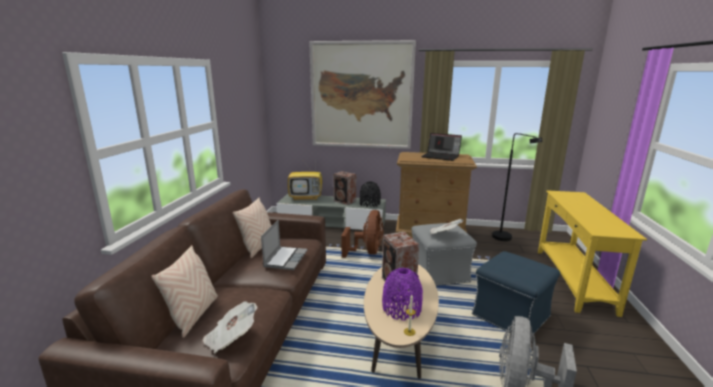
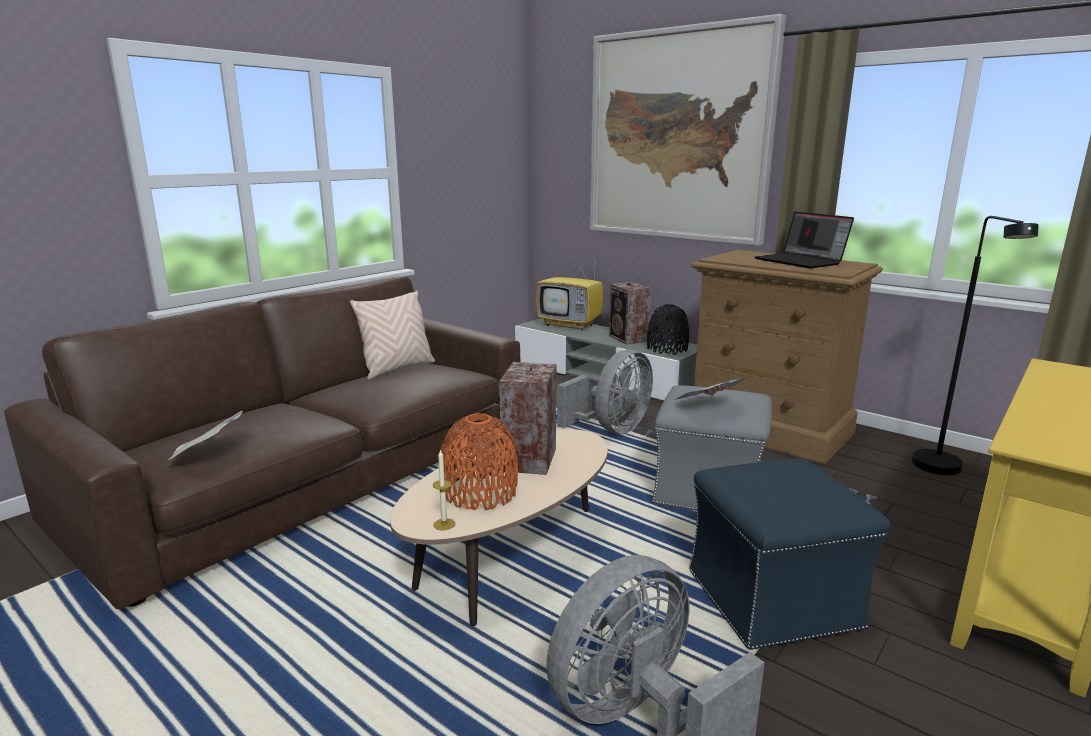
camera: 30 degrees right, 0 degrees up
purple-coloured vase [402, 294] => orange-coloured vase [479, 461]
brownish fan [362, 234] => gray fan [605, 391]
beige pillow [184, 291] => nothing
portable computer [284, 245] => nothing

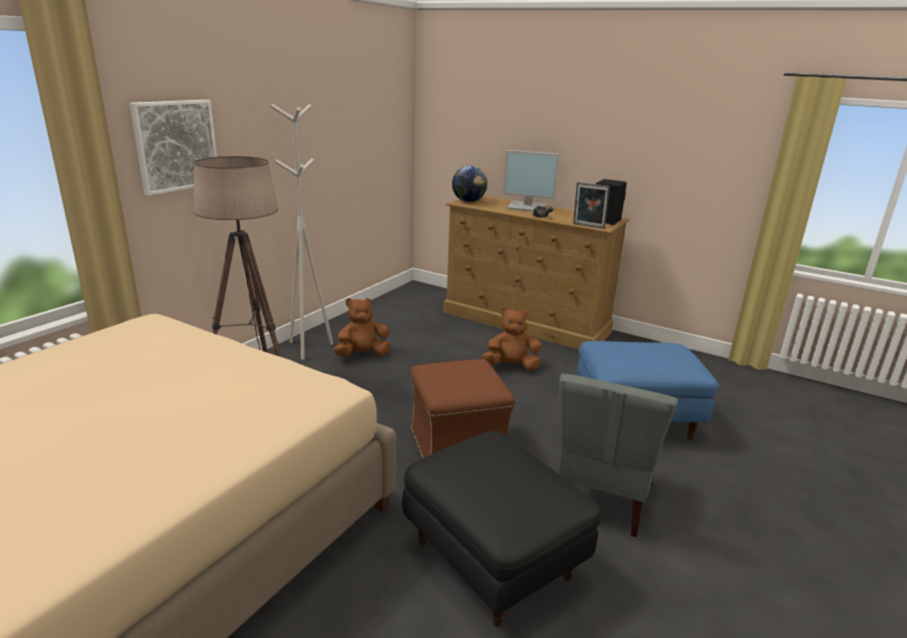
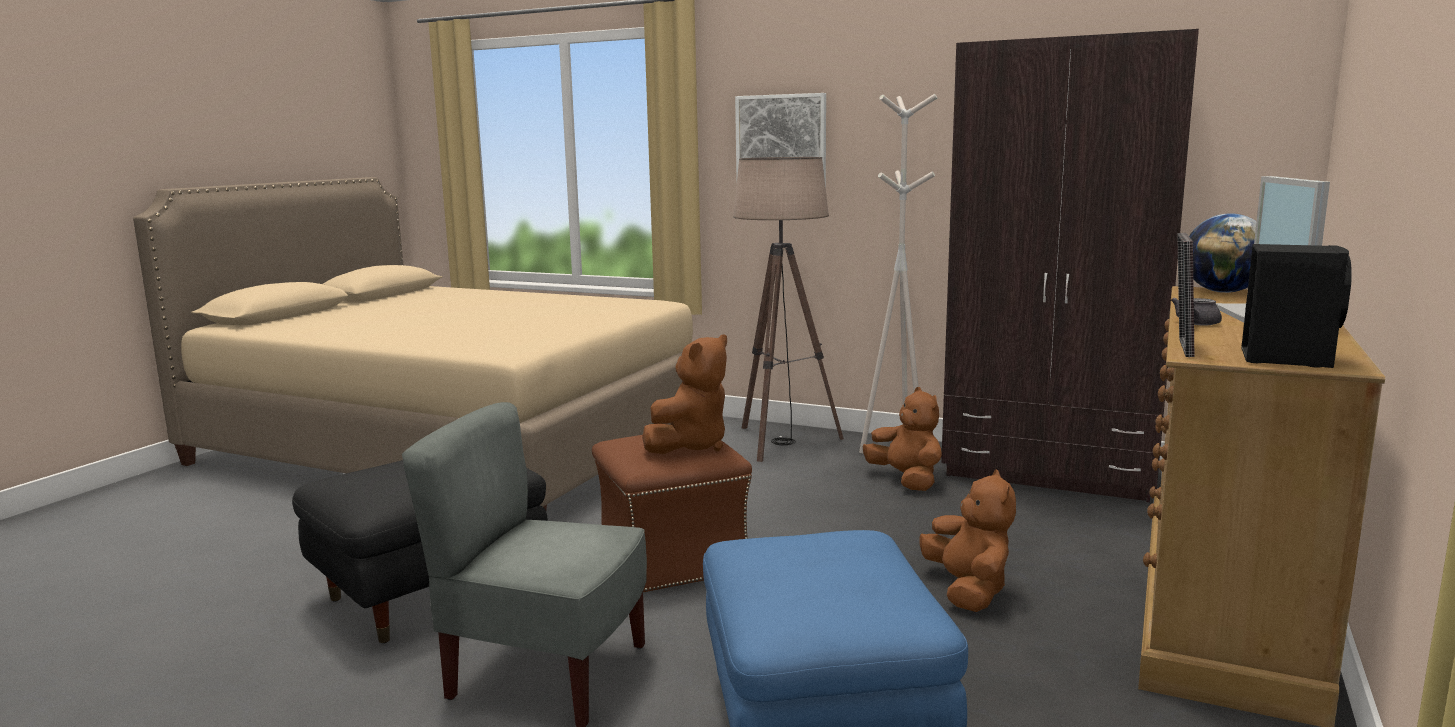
camera: 85 degrees right, 10 degrees down
nothing => brownish cuddly toy [684, 394]
nothing => brownish clothes cupboard [1070, 265]

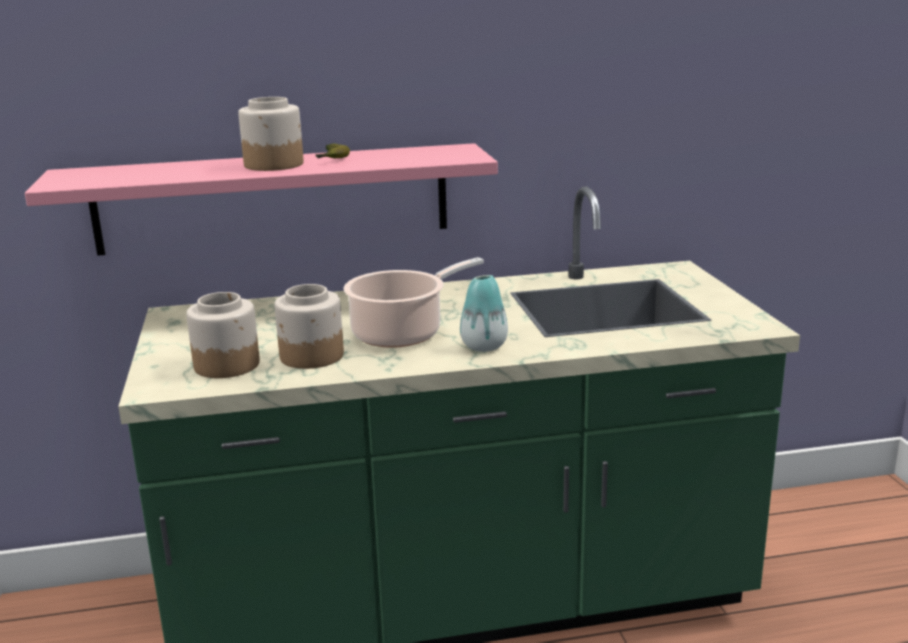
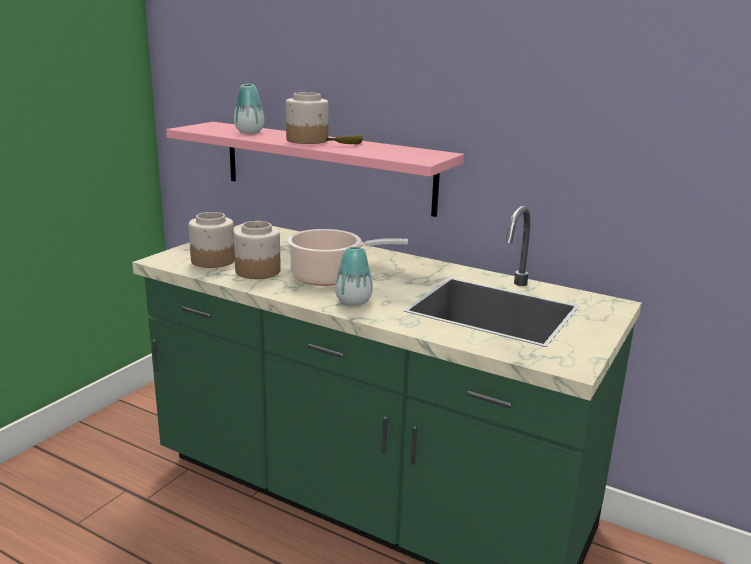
camera: 40 degrees right, 0 degrees up
nothing => vase [249, 108]

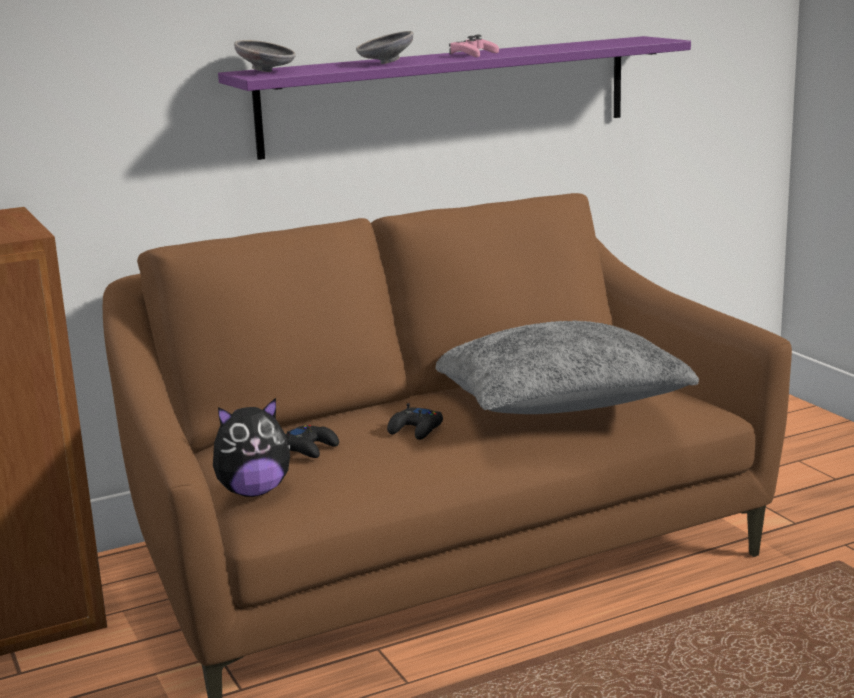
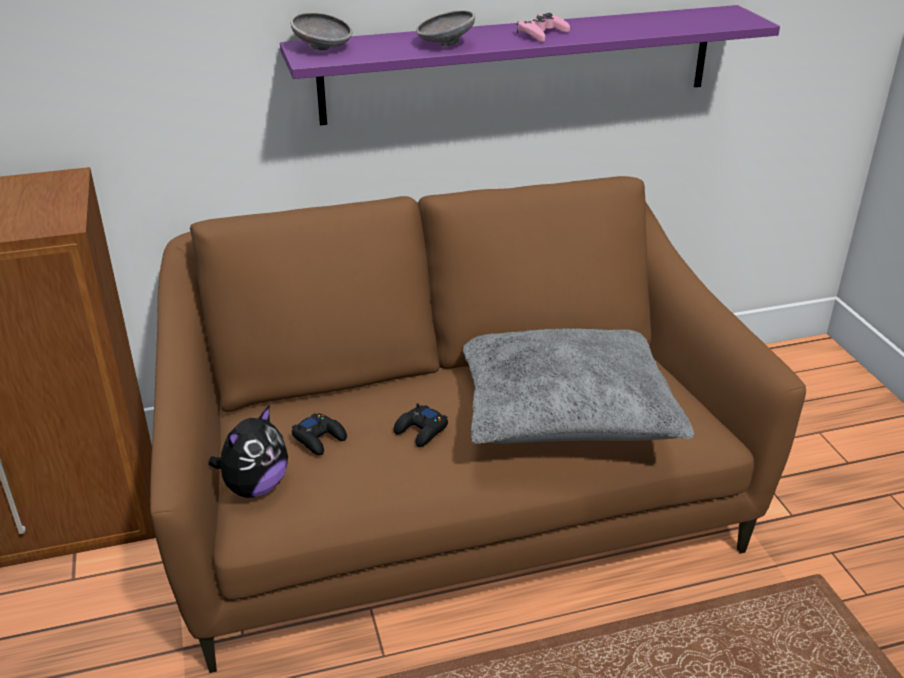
camera: 10 degrees right, 15 degrees up
cuddly toy [251, 447] => cuddly toy [248, 452], 45 degrees counterclockwise

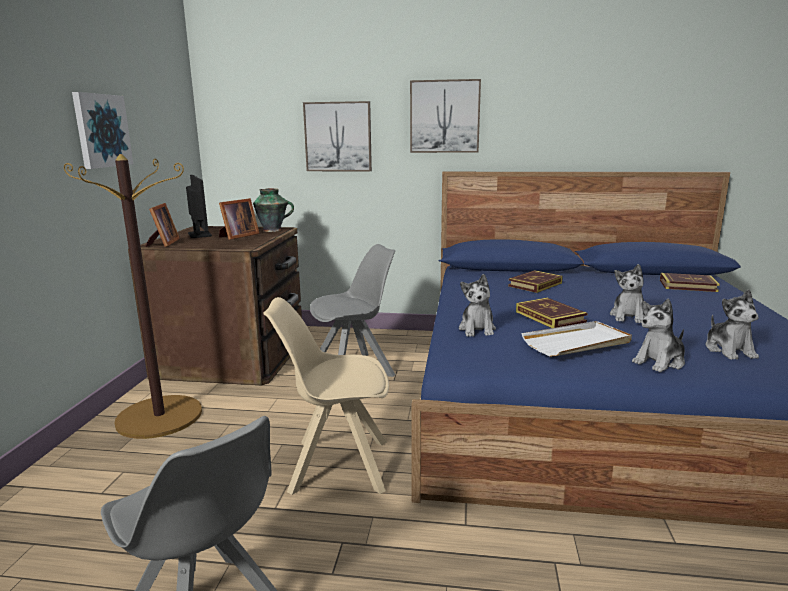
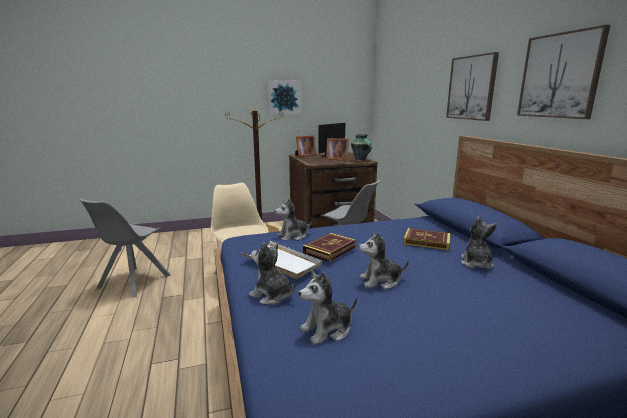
camera: 65 degrees right, 0 degrees up
nothing => cuddly toy [479, 242]
wall picture [337, 136] => wall picture [563, 72], moved
book [690, 282] => nothing

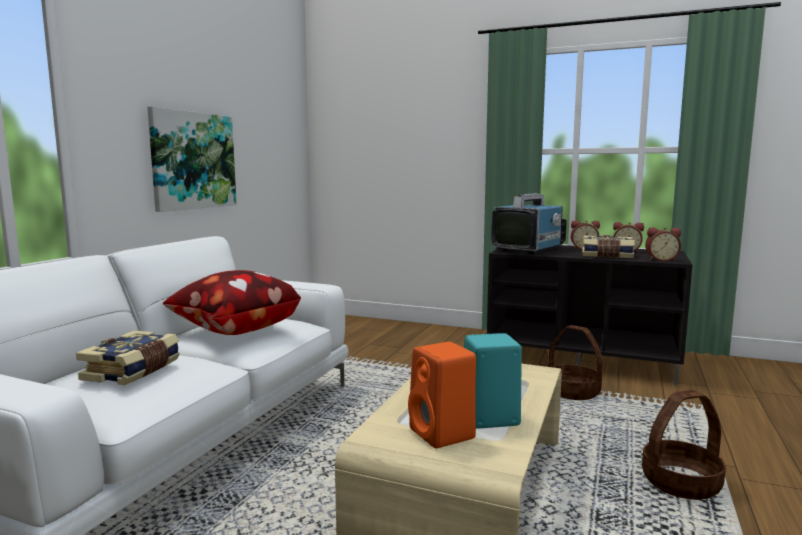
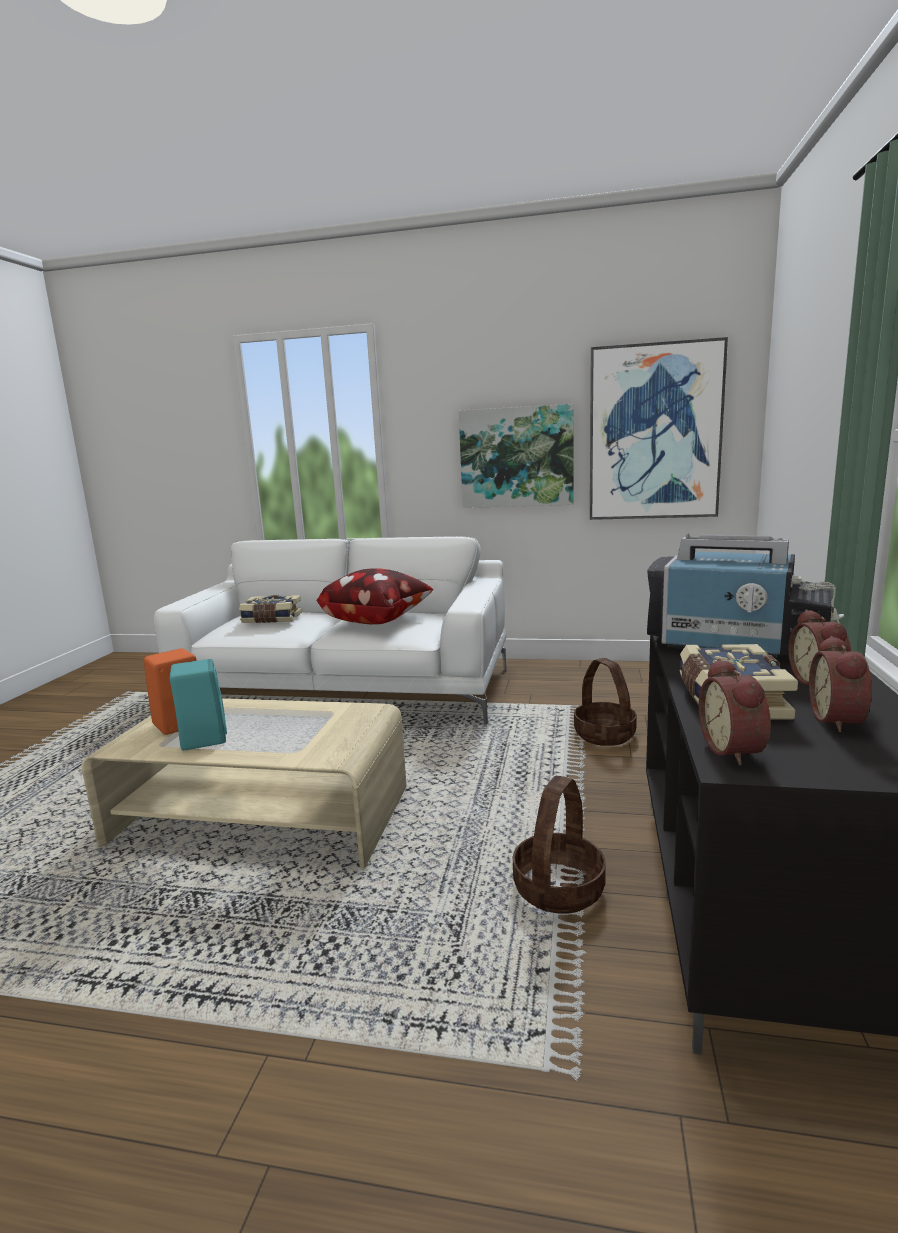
camera: 80 degrees right, 5 degrees up
basket [684, 445] => basket [605, 702], moved
nothing => wall picture [659, 428]

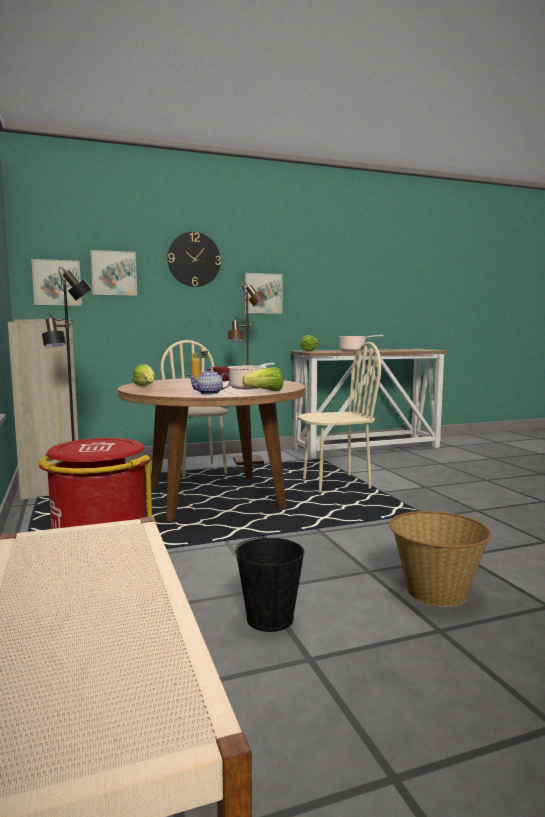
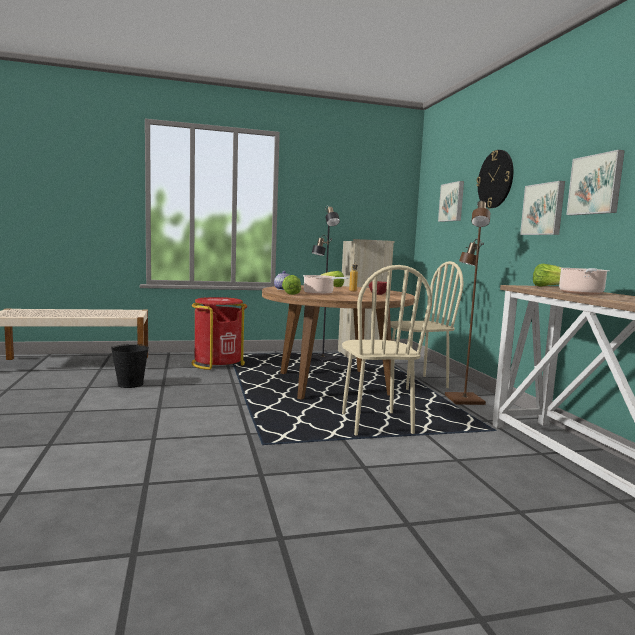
camera: 95 degrees right, 0 degrees up
wall picture [56, 282] => wall picture [595, 182], moved
basket [440, 559] => nothing

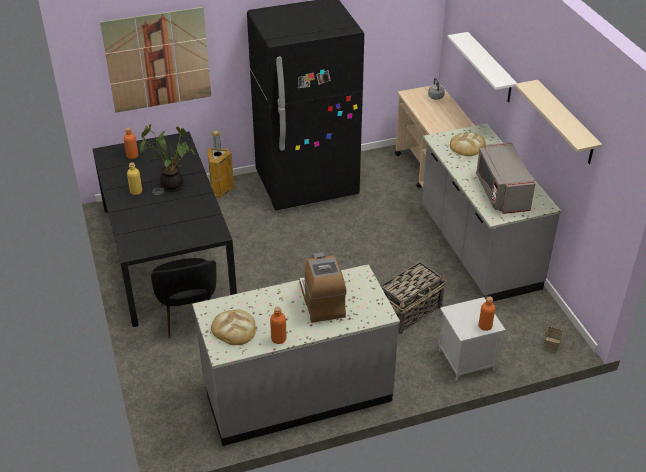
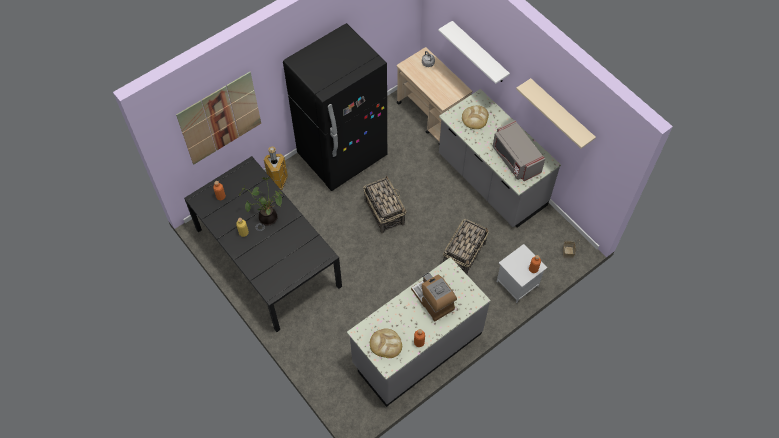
camera: 20 degrees left, 20 degrees up
nothing => basket [385, 204]
black-coloured chair [183, 298] => nothing

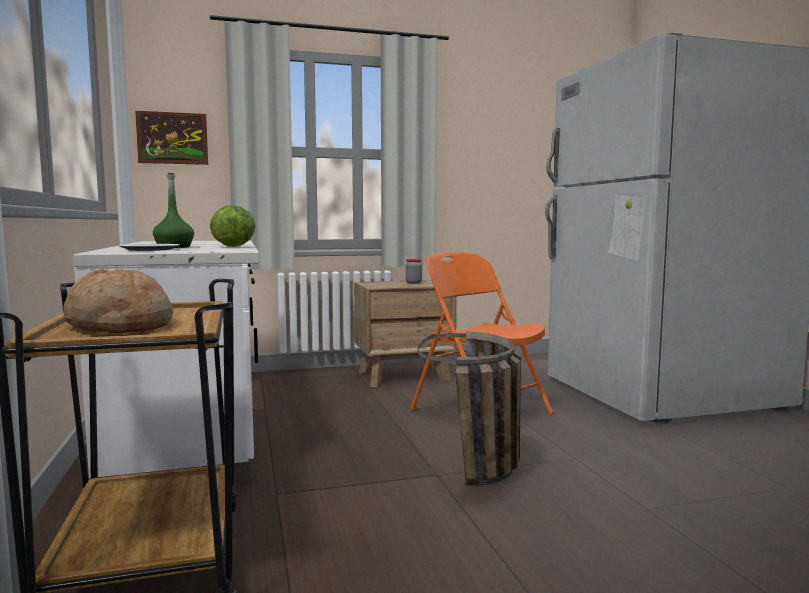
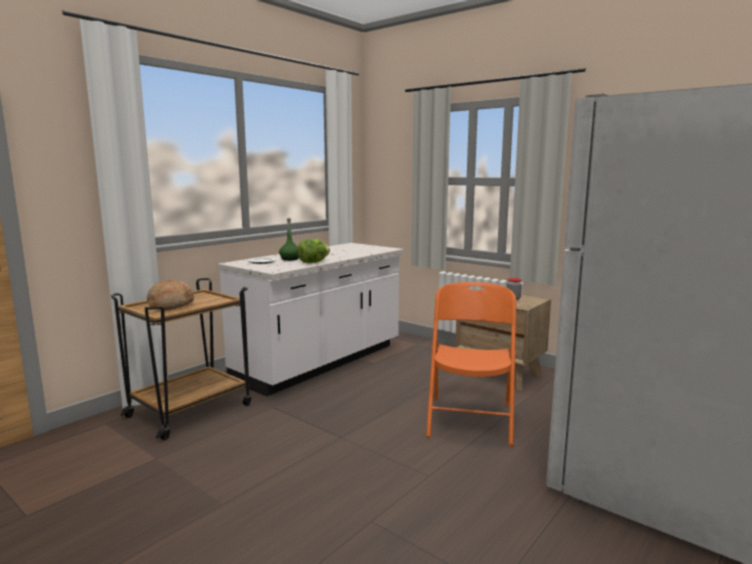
camera: 55 degrees right, 5 degrees up
wall picture [171, 138] => nothing
basket [469, 408] => nothing

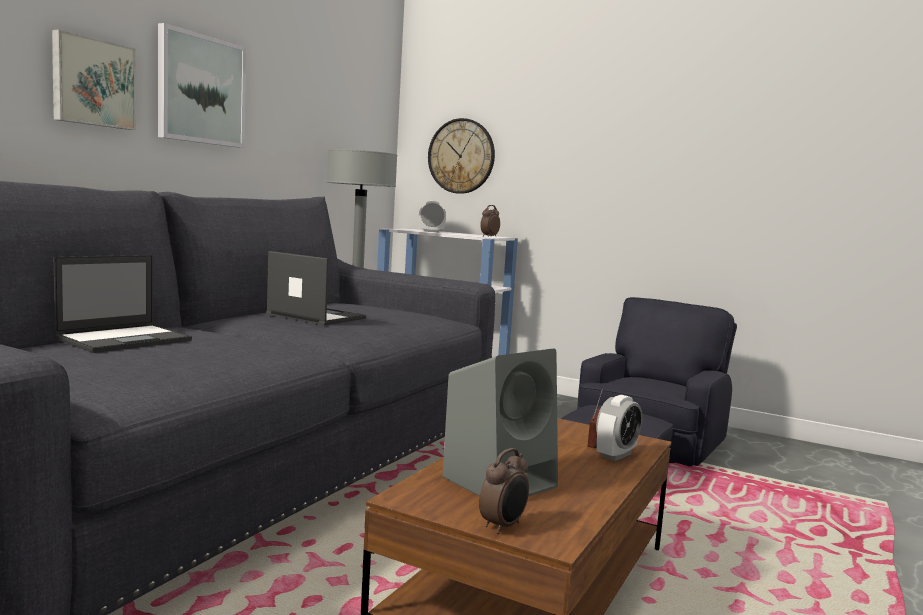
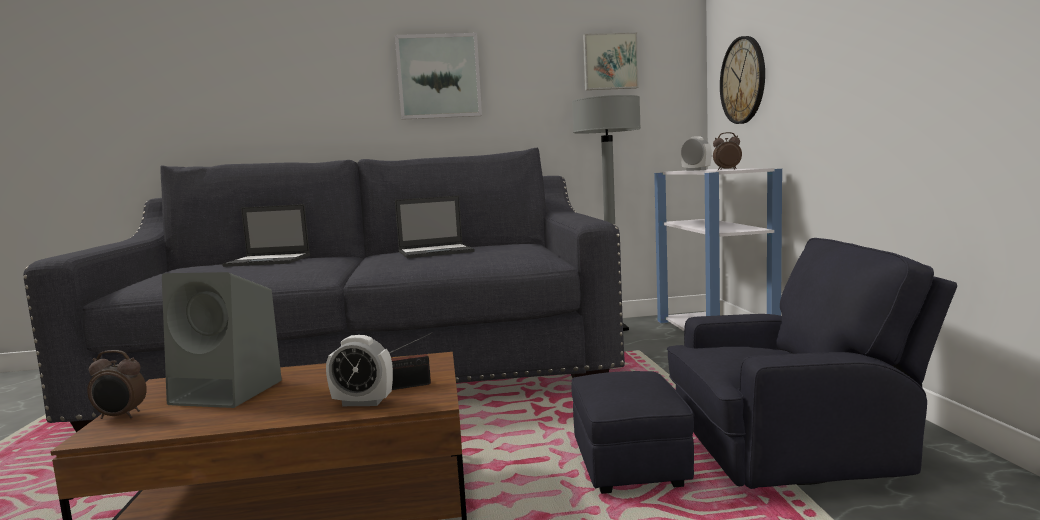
camera: 55 degrees right, 0 degrees up
portable computer [316, 288] => portable computer [435, 226], 75 degrees clockwise
wall picture [94, 79] => wall picture [611, 61], moved

